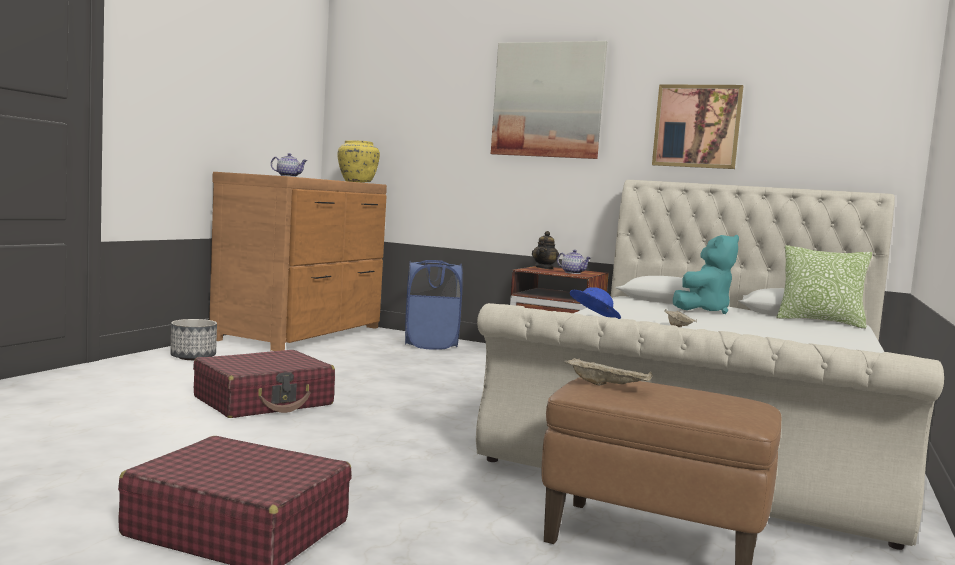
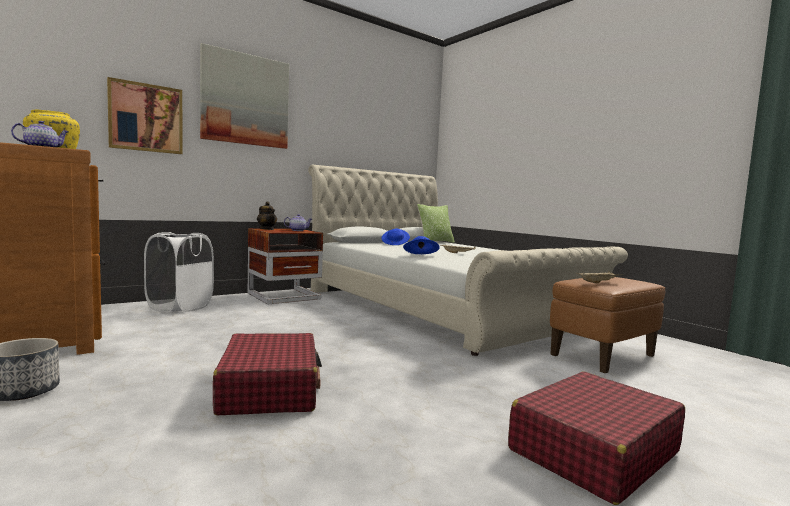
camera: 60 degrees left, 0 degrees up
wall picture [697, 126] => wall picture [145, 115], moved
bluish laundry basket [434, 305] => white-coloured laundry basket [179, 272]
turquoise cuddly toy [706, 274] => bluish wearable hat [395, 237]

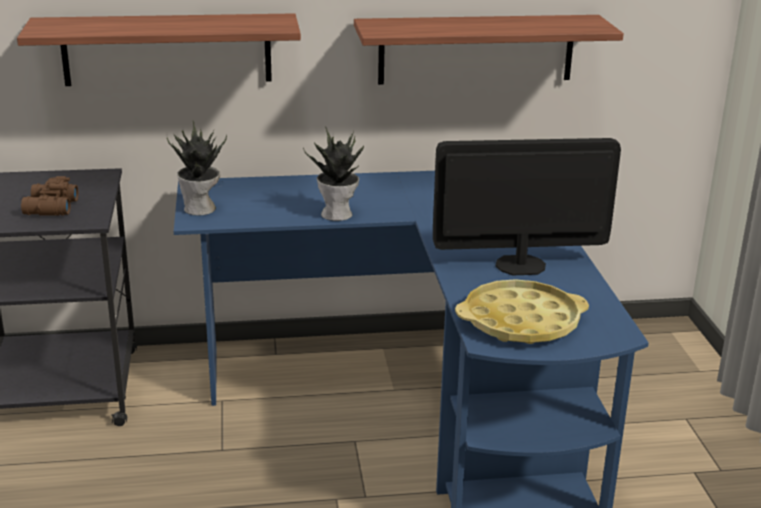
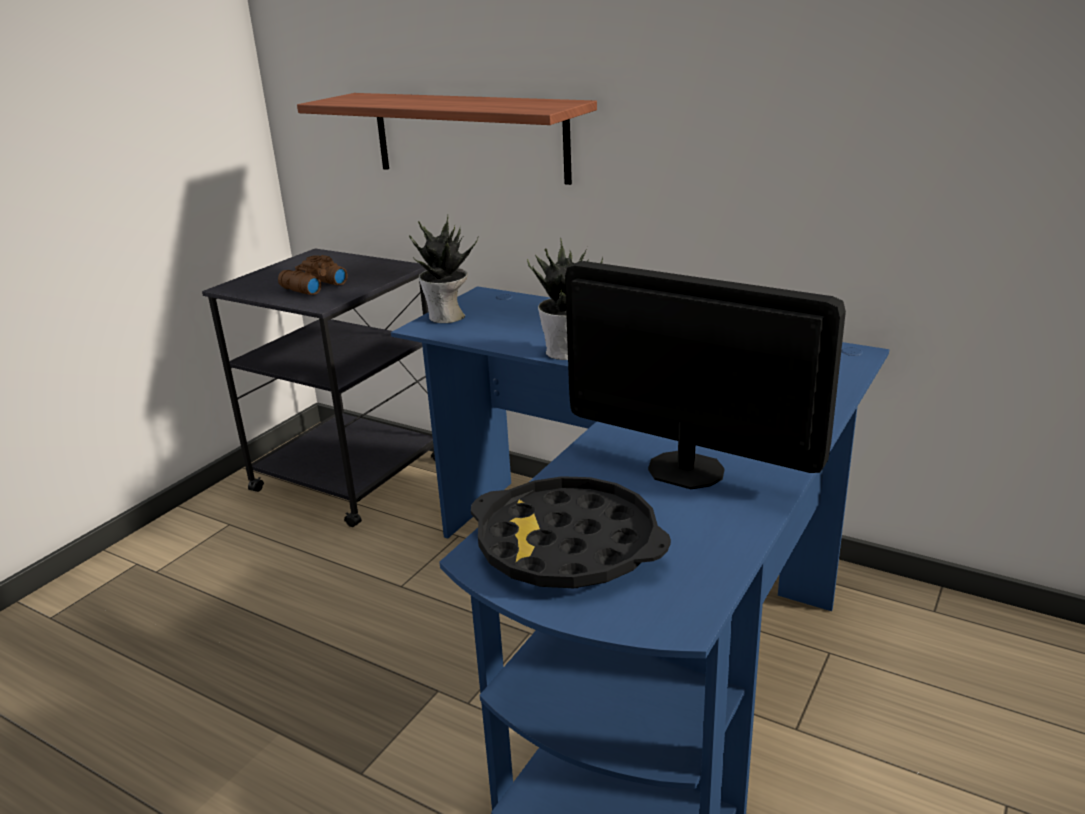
camera: 40 degrees right, 0 degrees up
yellowish serving tray [522, 311] => black-coloured serving tray [571, 532]
shelf [489, 50] => nothing

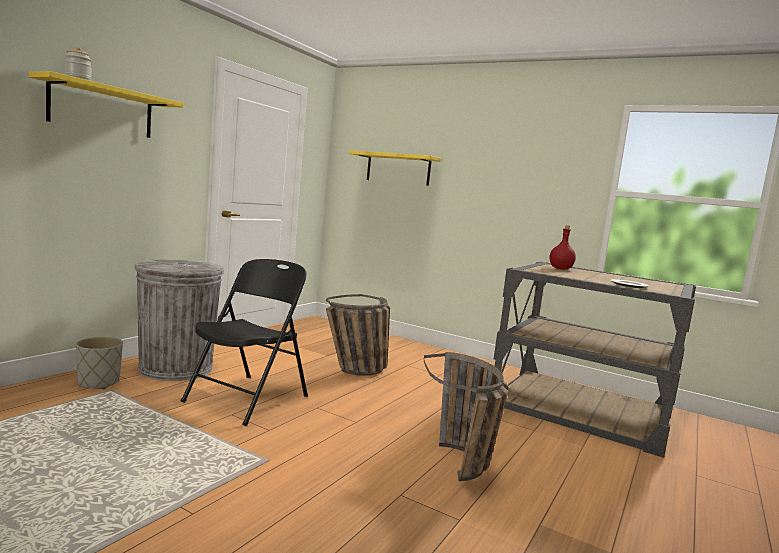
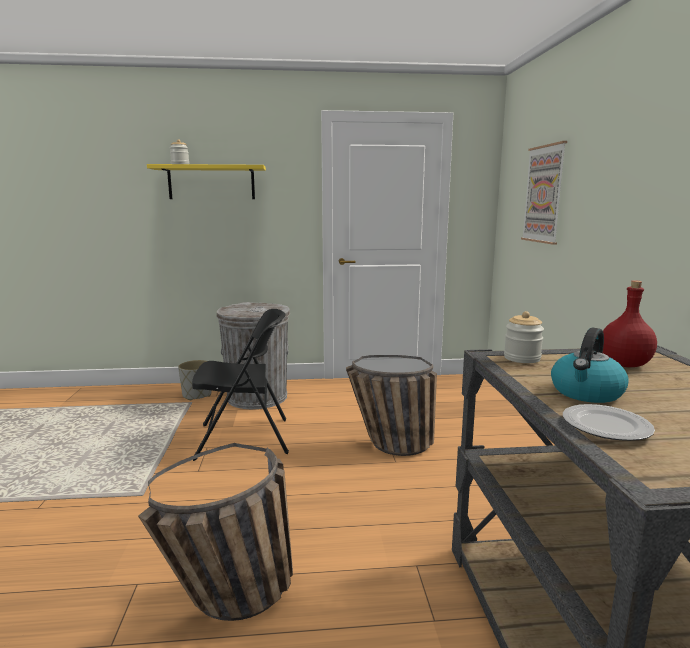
camera: 55 degrees right, 5 degrees up
nothing => storage jar [524, 337]
yellowish shelf [395, 168] => wall picture [544, 193]
nothing => kettle [590, 365]

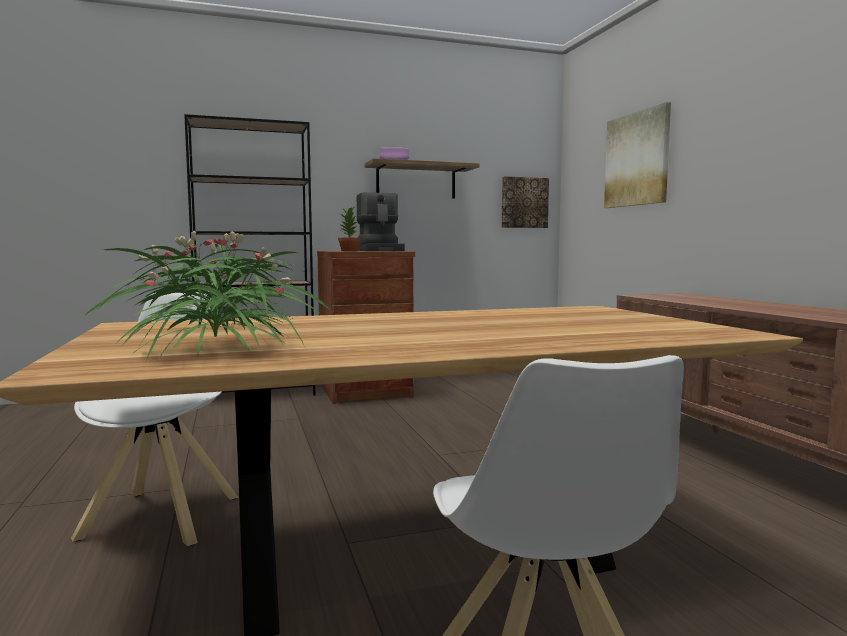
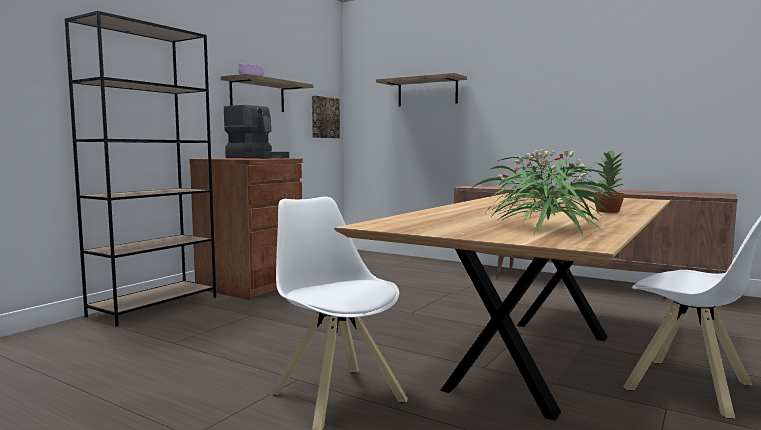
camera: 40 degrees left, 0 degrees up
wall picture [637, 155] => shelf [421, 89]
houseplant [349, 229] => houseplant [609, 181], moved

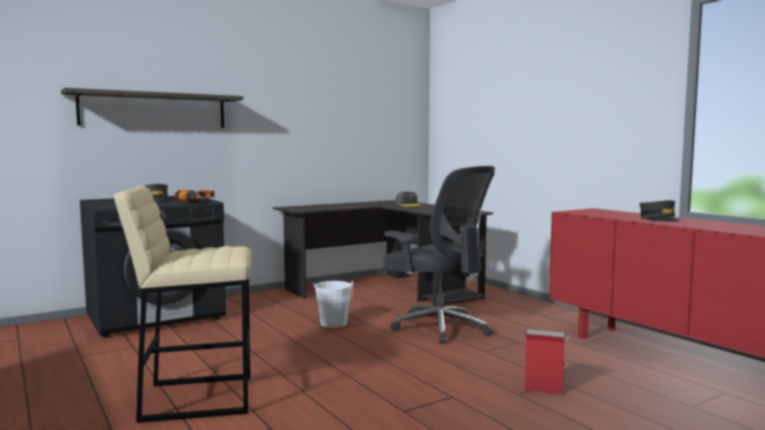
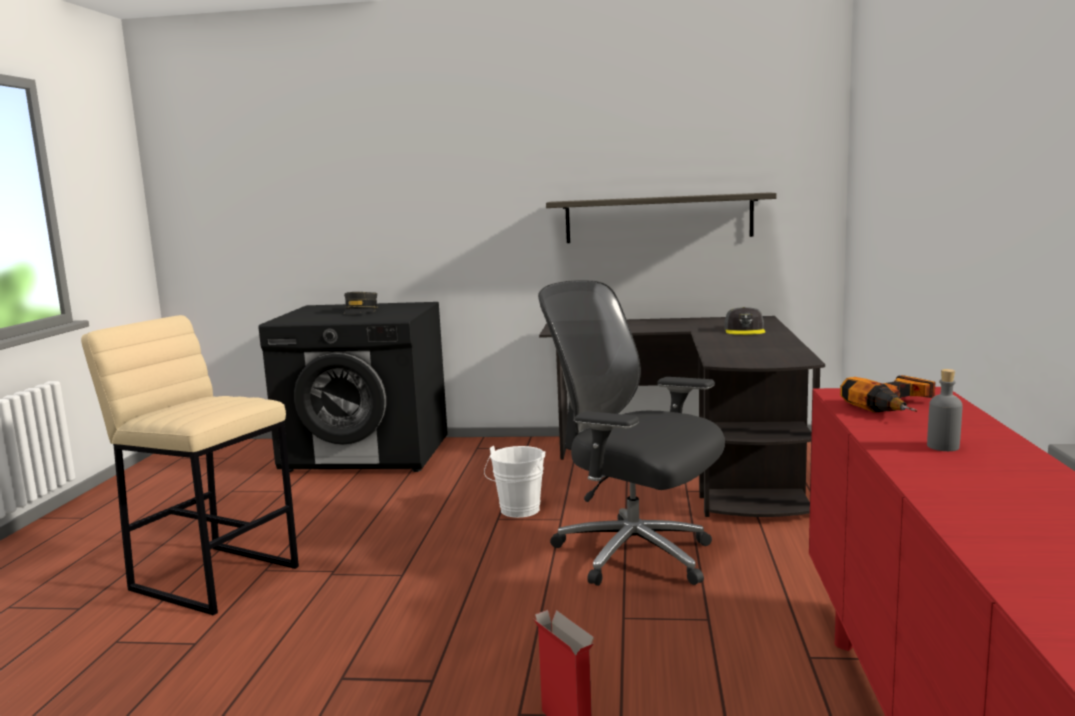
camera: 40 degrees right, 5 degrees up
office chair [439, 255] => office chair [631, 433], 135 degrees clockwise
shelf [152, 108] => shelf [661, 217], moved
drill [195, 196] => drill [887, 394], moved
gray baseball cap [660, 211] => gray beverage bottle [945, 410]

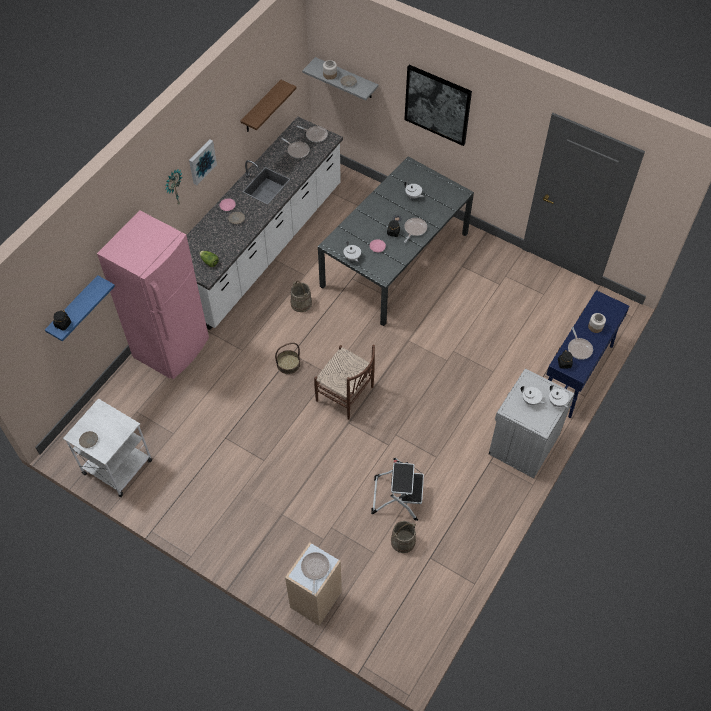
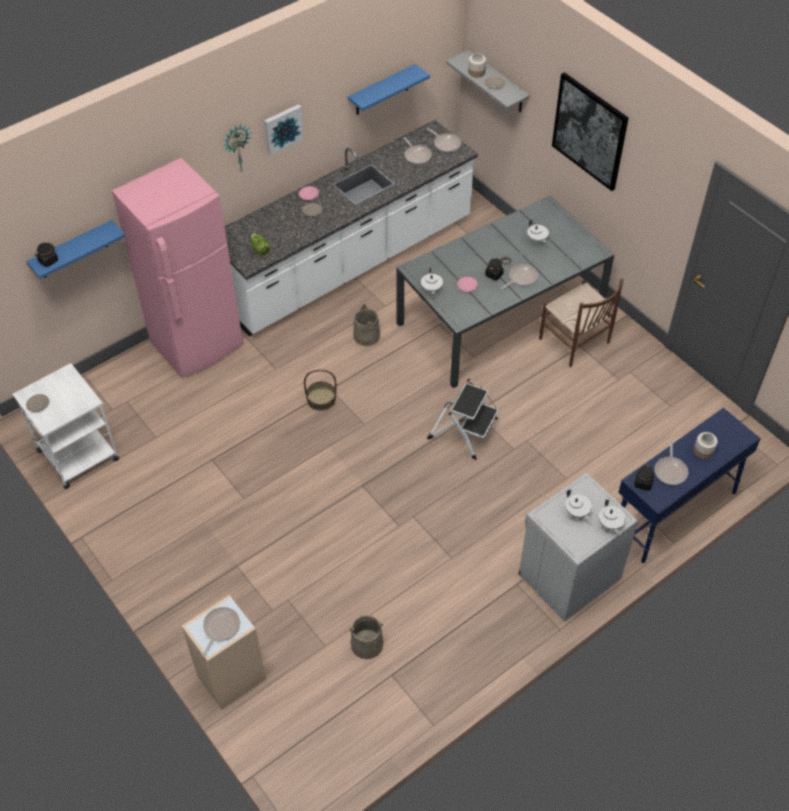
camera: 20 degrees right, 5 degrees down
brownish shelf [269, 106] => bluish shelf [389, 89]
step stool [397, 489] => step stool [462, 419], moved
brownish chair [344, 382] => brownish chair [581, 323], moved

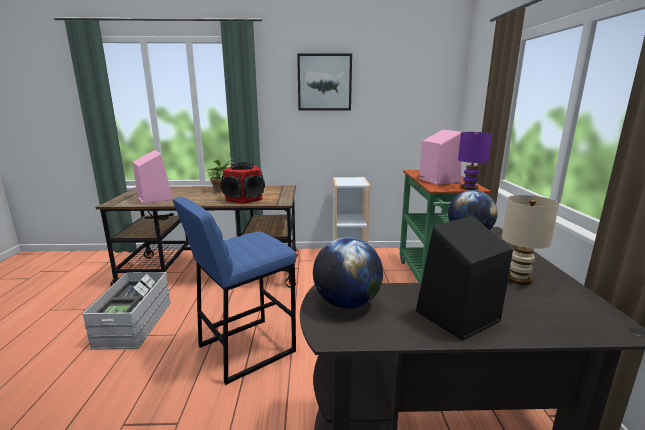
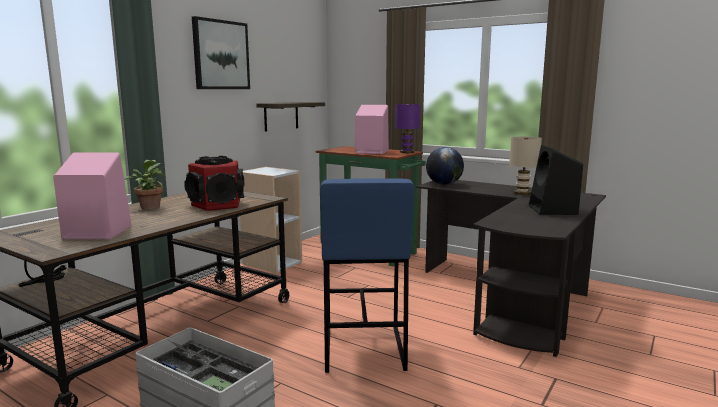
camera: 55 degrees left, 5 degrees down
nothing => shelf [290, 117]
desk globe [348, 273] => nothing

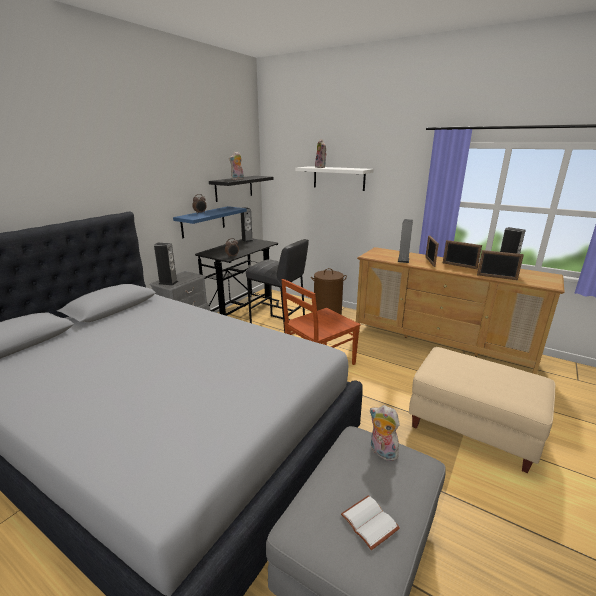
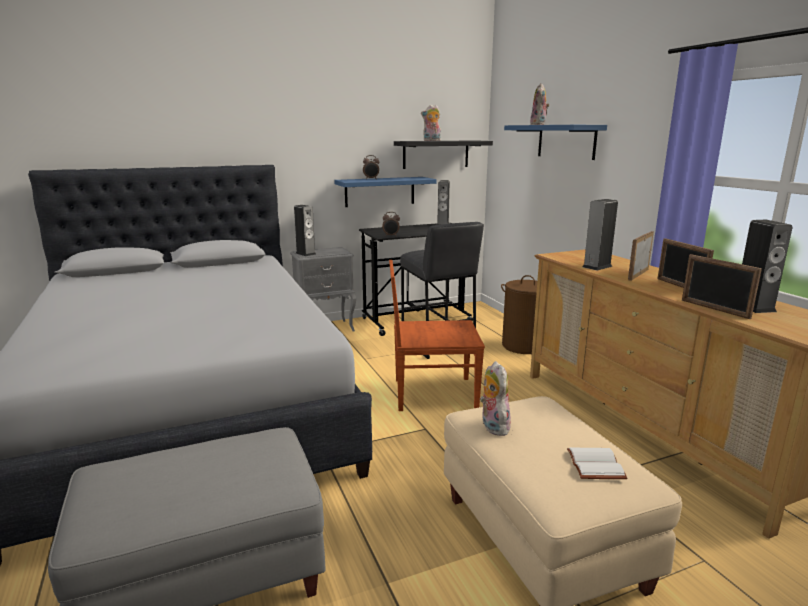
camera: 35 degrees right, 5 degrees down
cuddly toy [384, 433] => cuddly toy [495, 398], moved
white-coloured shelf [334, 178] => bluish shelf [555, 142]
white-coloured book [370, 522] => white-coloured book [597, 463], moved

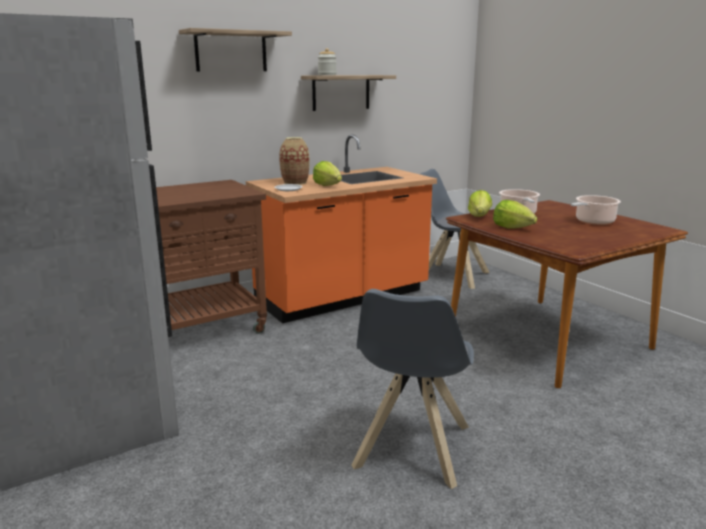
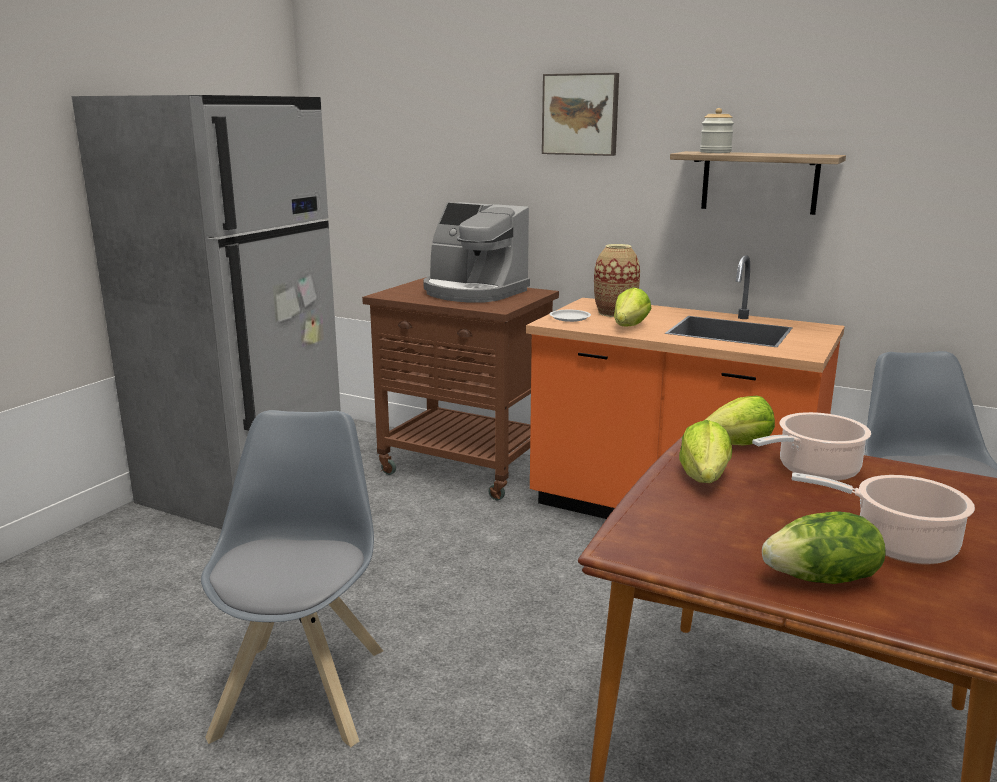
camera: 60 degrees right, 0 degrees up
gray chair [412, 389] => gray chair [292, 579], 105 degrees clockwise
nothing => coffee maker [476, 252]
shelf [235, 49] => wall picture [580, 114]
nothing => lettuce [824, 547]

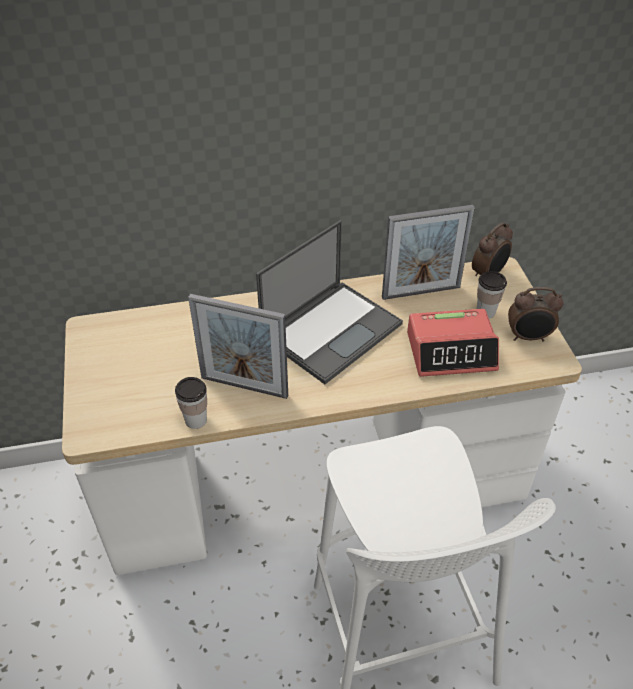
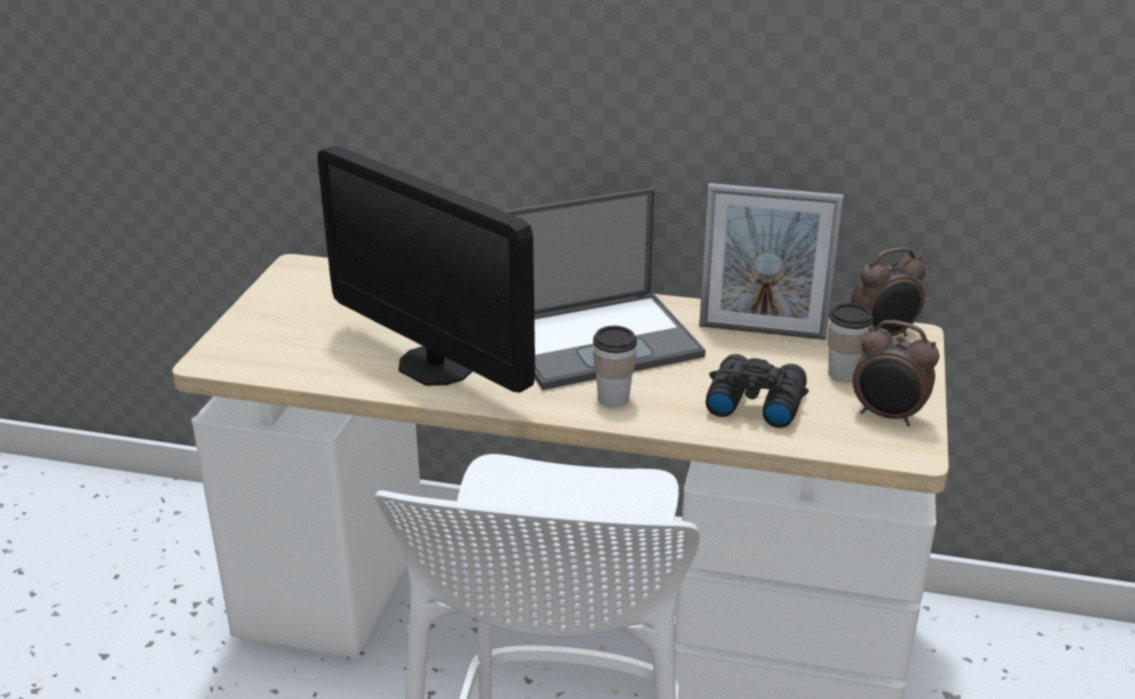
camera: 25 degrees right, 15 degrees down
standing frame [238, 346] => computer display [426, 269]
cup [191, 403] => cup [615, 366], moved
bedside clock [453, 343] => black-coloured binoculars [757, 391]

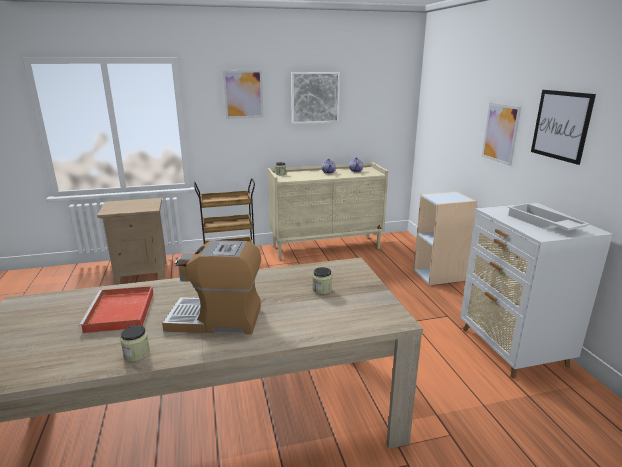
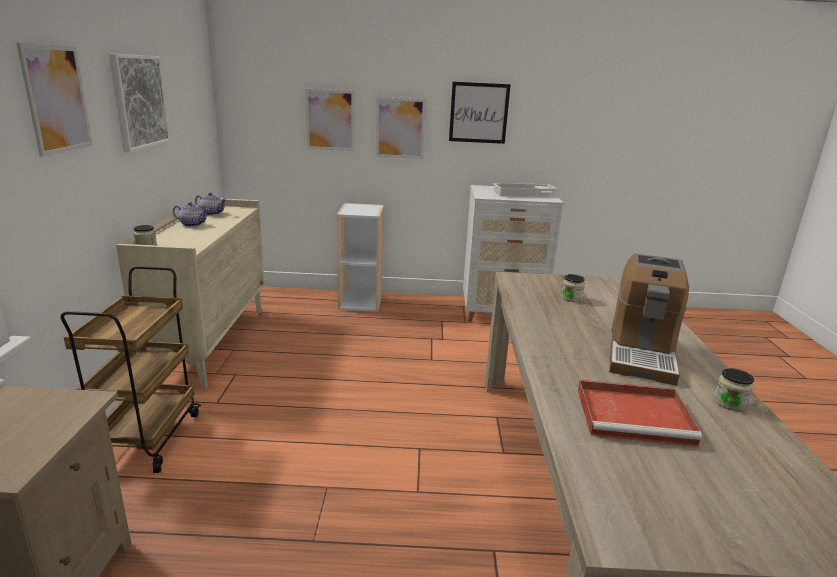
camera: 75 degrees left, 0 degrees up
nothing => wall picture [329, 120]

